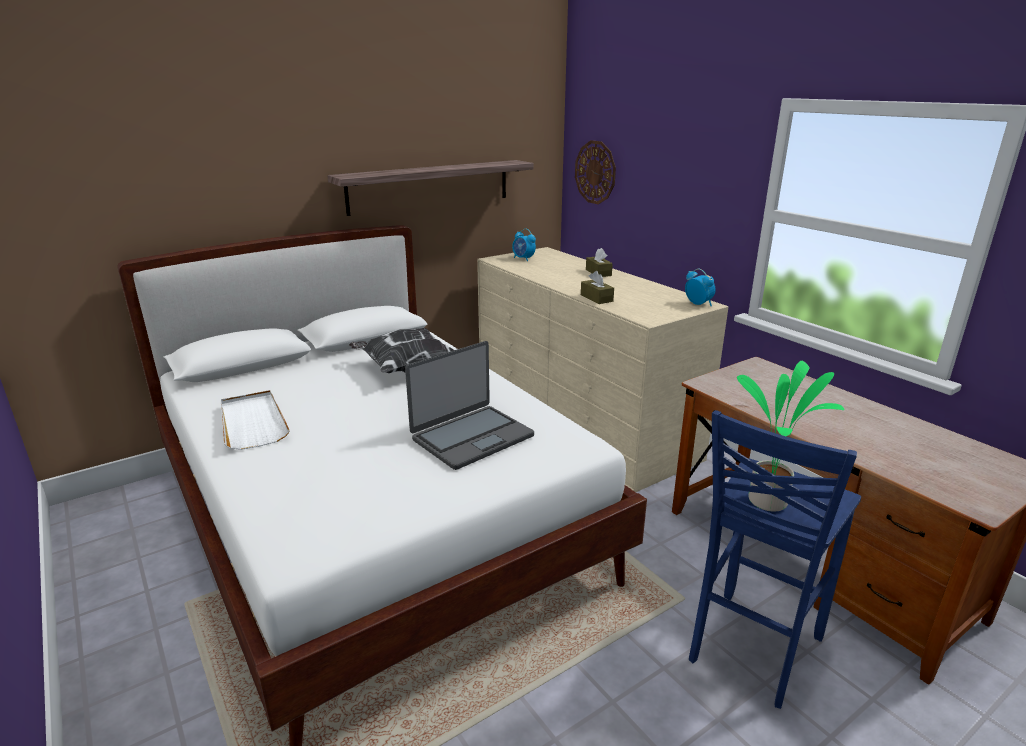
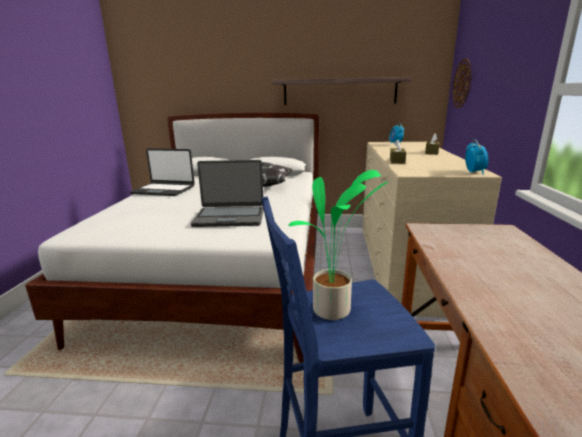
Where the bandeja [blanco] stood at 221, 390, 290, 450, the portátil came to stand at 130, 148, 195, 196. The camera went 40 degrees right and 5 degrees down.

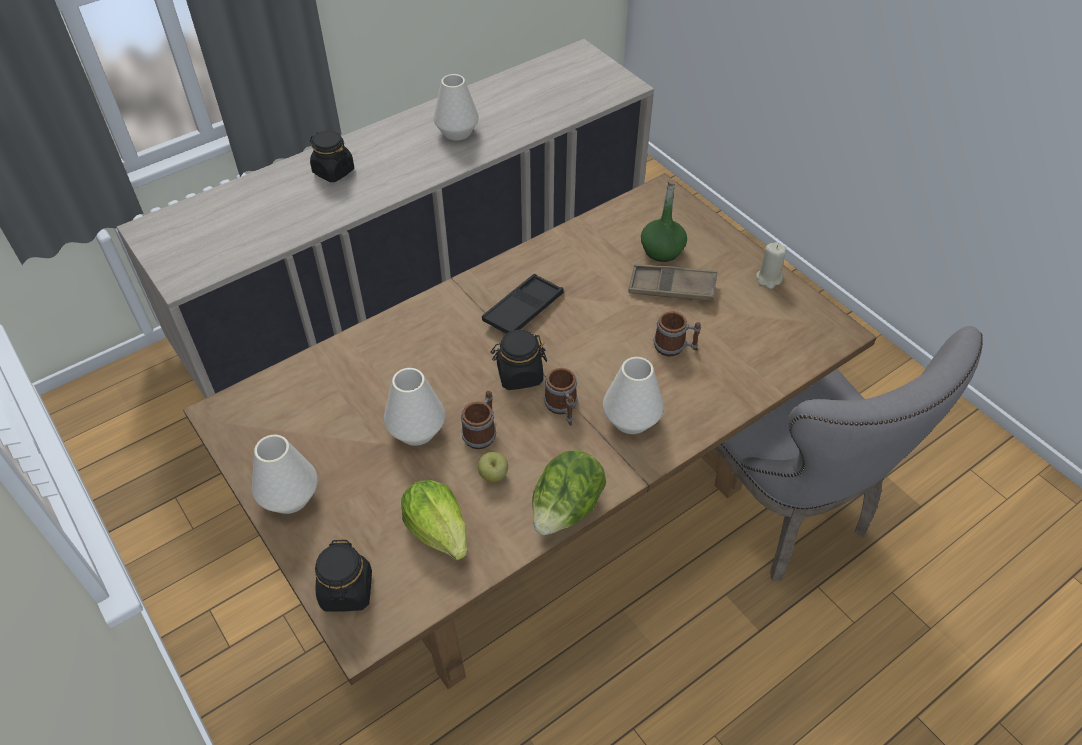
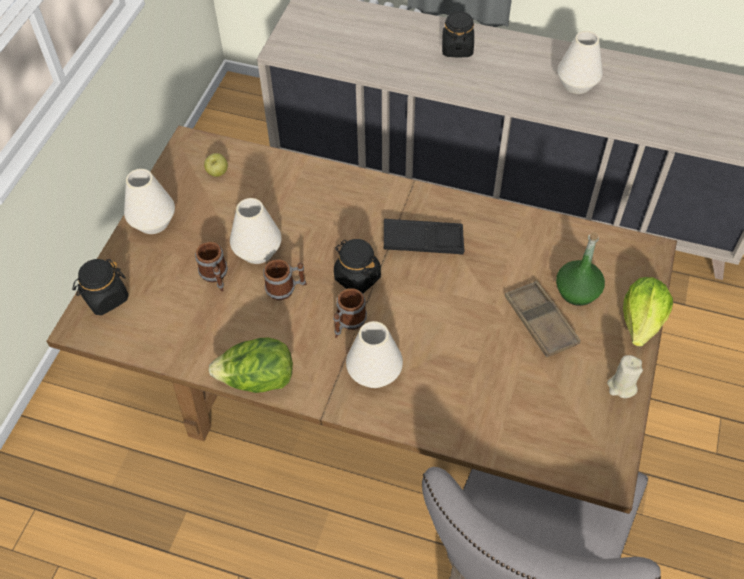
The lechuga ended up elsewhere, having gone from 401, 480, 467, 560 to 623, 277, 673, 346. The manzana ended up elsewhere, having gone from 478, 452, 508, 482 to 204, 153, 228, 177. The taza grande ended up elsewhere, having gone from 654, 312, 701, 356 to 195, 242, 228, 292. The camera went 55 degrees right and 5 degrees up.

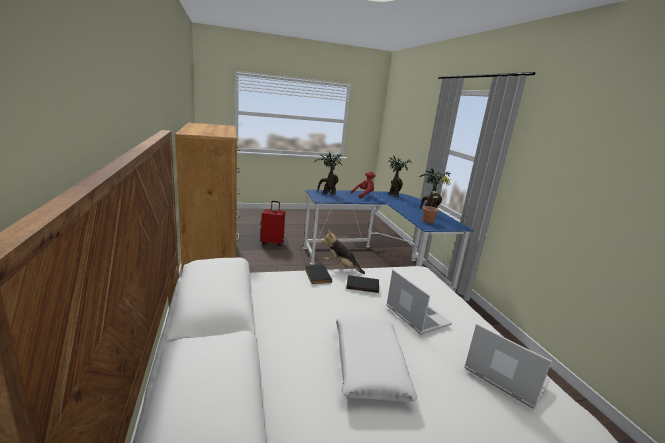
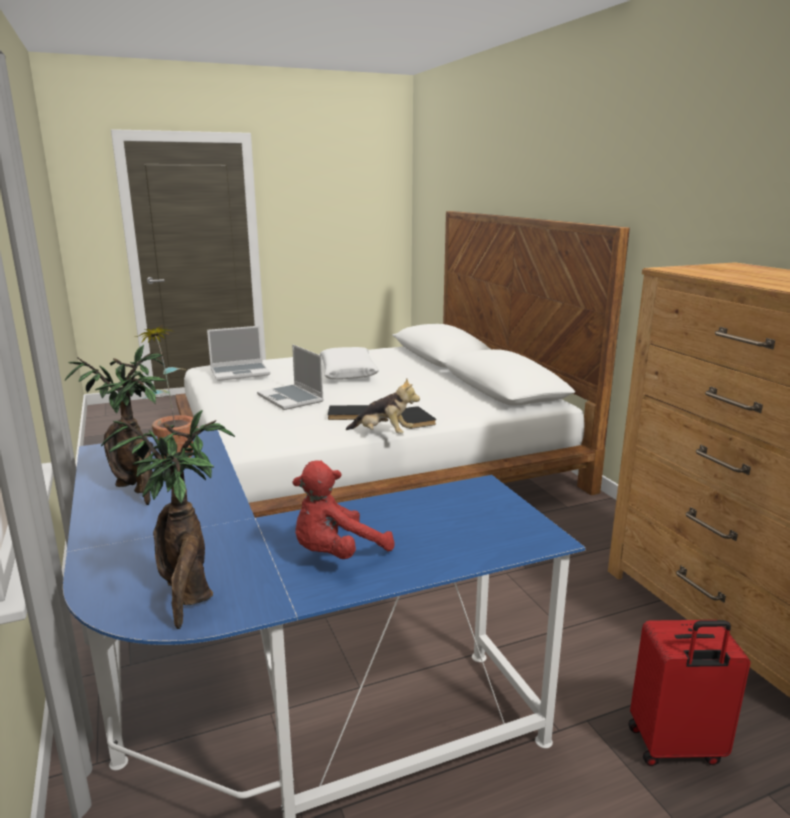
The second view lost the planta en maceta at 316, 153, 342, 194. The portátil at 464, 323, 552, 409 ended up facing another way, 60 degrees counterclockwise from before. The camera went 175 degrees right and 0 degrees up.

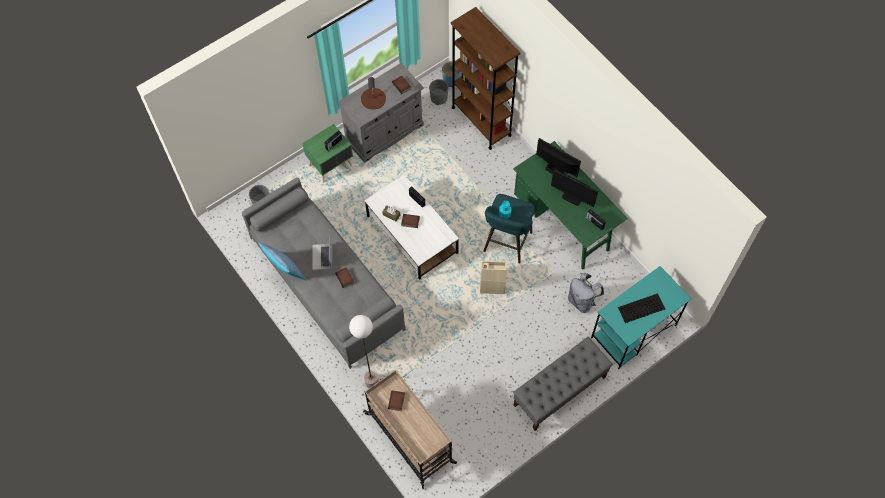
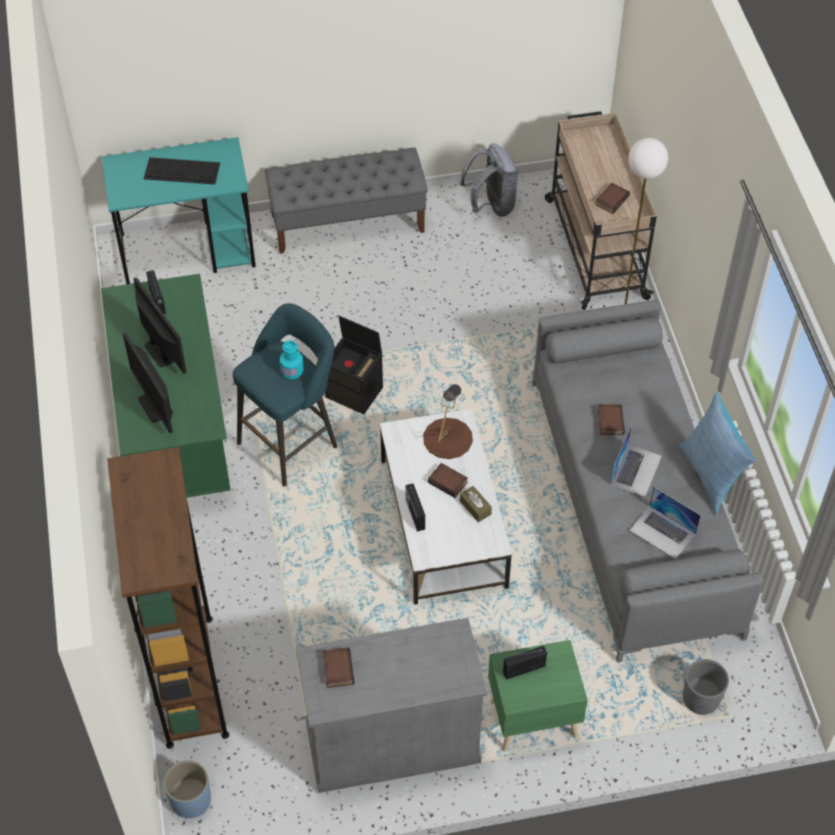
The second view lost the maceta [gris] at 429, 79, 448, 105. The second view gained the portátil at 629, 487, 701, 559. The lámpara de mesa [marrón] ended up elsewhere, having gone from 361, 77, 386, 110 to 423, 384, 473, 459. The mochila [gris] ended up elsewhere, having gone from 568, 273, 604, 313 to 460, 143, 518, 217. What was the caja de almacenaje [beis] at 480, 261, 507, 294 turned into the caja de almacenaje [negro] at 325, 316, 383, 415. The camera went 155 degrees left and 10 degrees down.

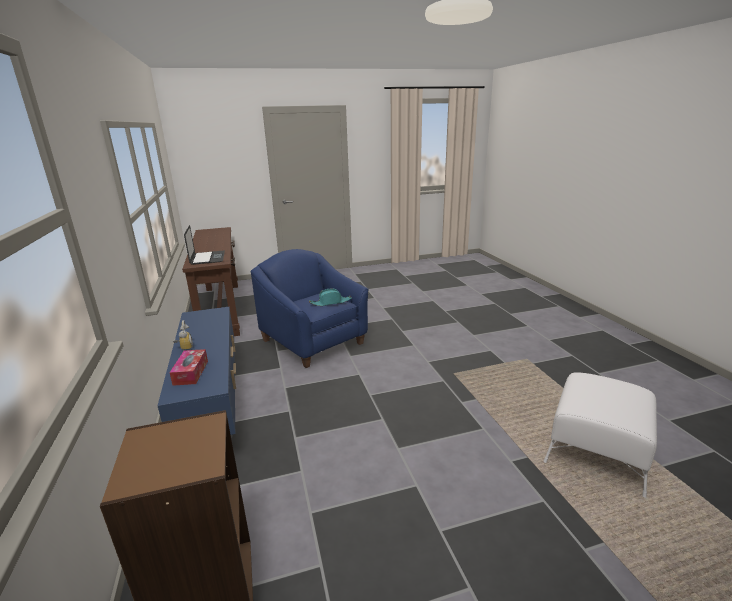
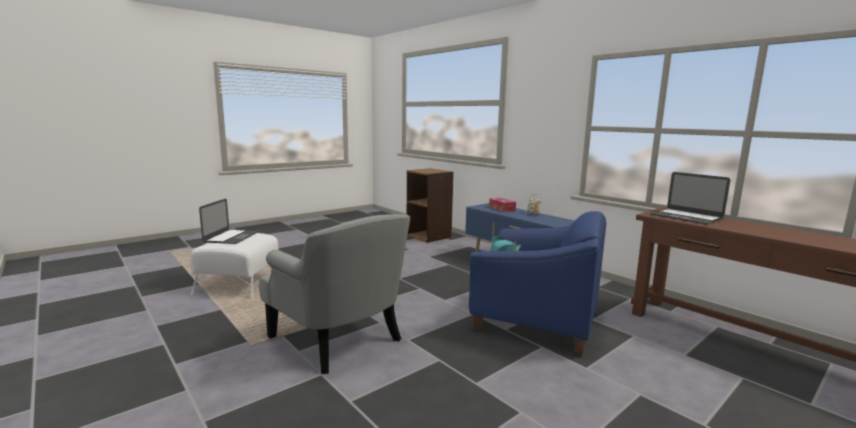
The second view gained the portátil at 199, 199, 259, 244. The second view gained the sillón [gris] at 259, 214, 410, 374. The camera went 155 degrees right and 10 degrees down.

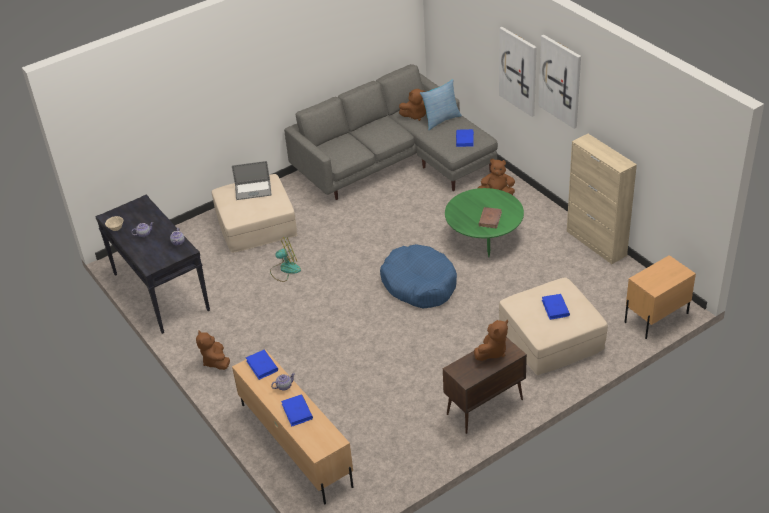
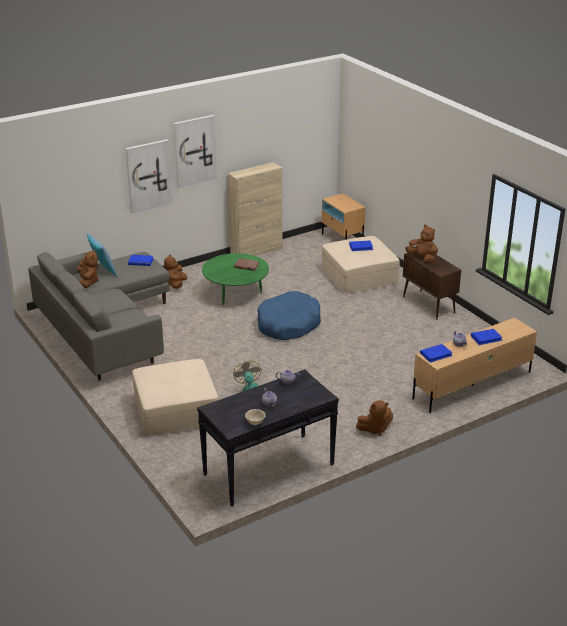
The second view lost the portátil at 232, 161, 272, 200. The camera went 90 degrees left and 10 degrees down.

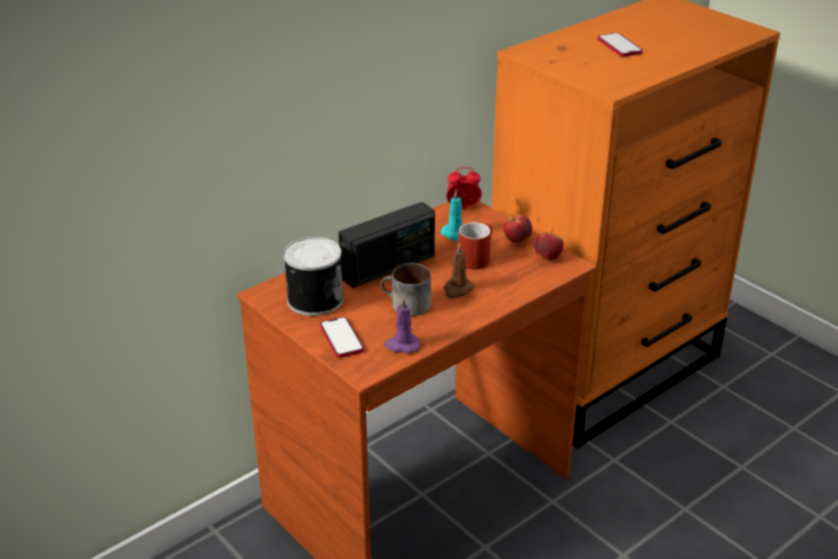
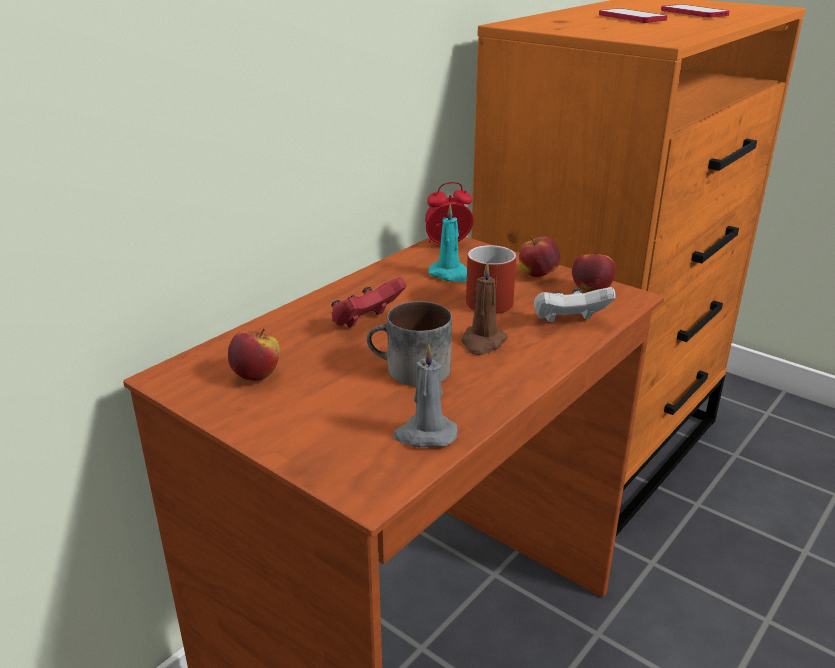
The second view gained the mando de consola [blanco] at 534, 287, 615, 322. The móvil ended up elsewhere, having gone from 320, 317, 364, 358 to 661, 4, 730, 17. Where the lata stood at 283, 237, 343, 316, the manzana came to stand at 228, 328, 280, 381. Where the radio stood at 338, 202, 435, 288, the mando de consola [rojo] came to stand at 331, 277, 406, 328. What was the vela [morado] at 384, 297, 421, 353 turned into the vela [gris] at 393, 343, 458, 448. The camera went 10 degrees left and 5 degrees down.

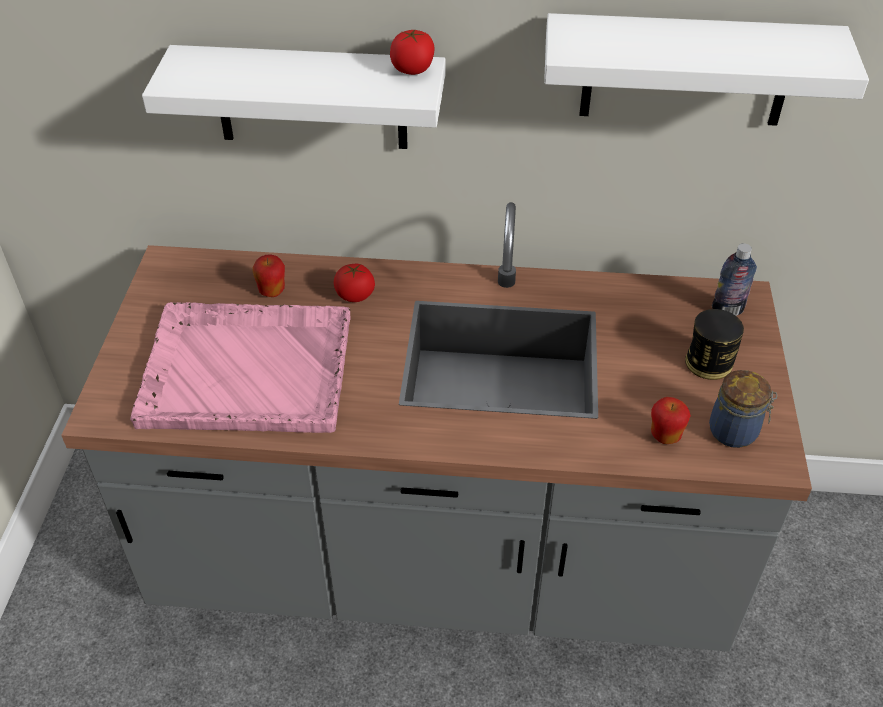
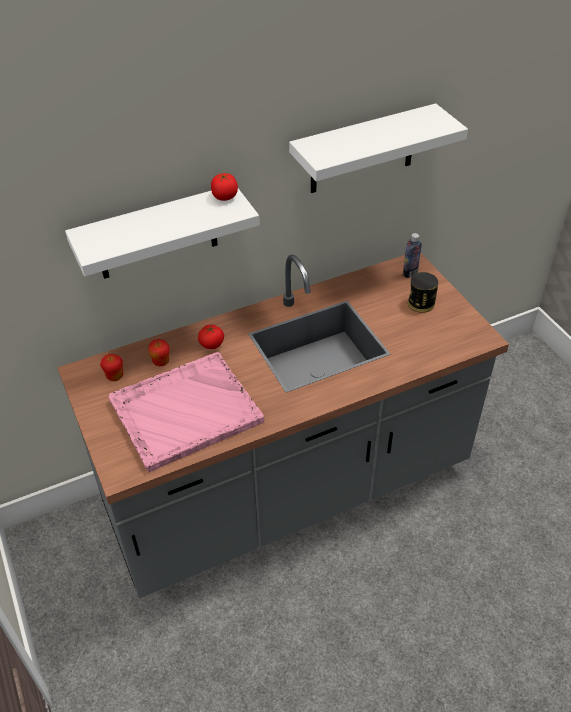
The second view lost the tarro at 709, 370, 777, 448. The manzana ended up elsewhere, having gone from 651, 397, 691, 444 to 100, 354, 123, 381. The camera went 30 degrees left and 0 degrees up.

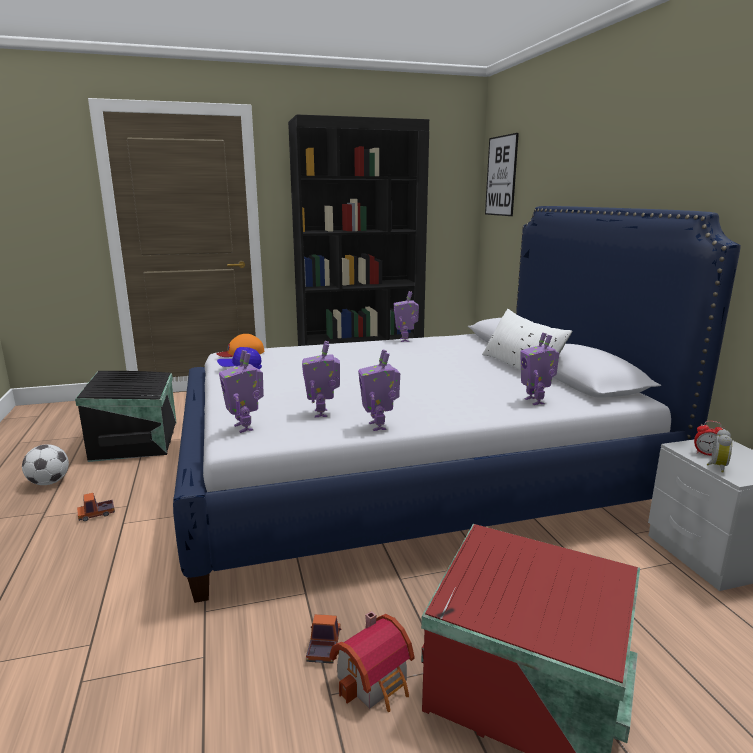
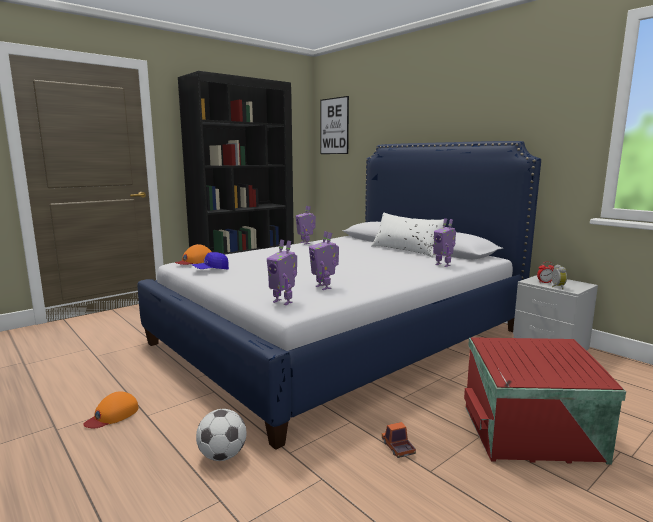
The second view lost the caja de almacenaje [negro] at 75, 371, 176, 462. The second view lost the casita at 330, 611, 414, 712. The second view lost the robot de juguete at 358, 350, 400, 431. The balón de fútbol ended up elsewhere, having gone from 22, 444, 69, 485 to 196, 409, 246, 461. Where the camión de juguete stood at 77, 493, 115, 521, the gorra [naranja] came to stand at 83, 391, 139, 429. The camera went 25 degrees left and 5 degrees down.

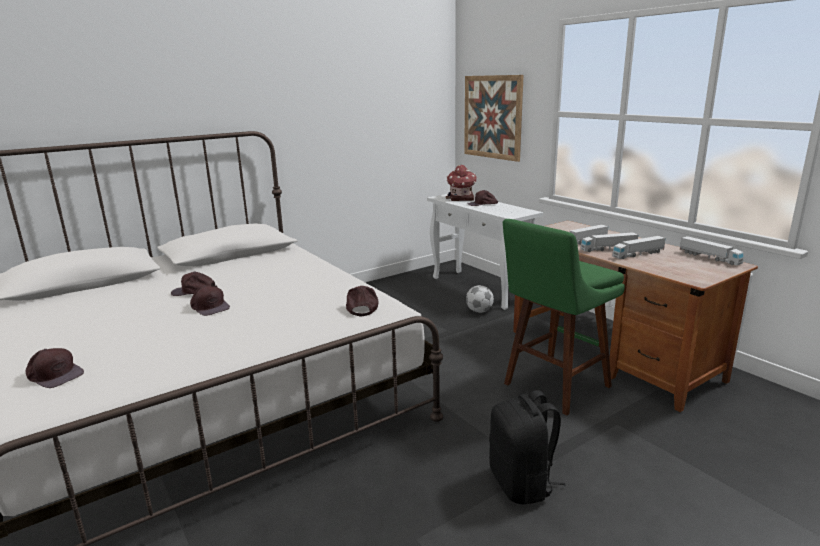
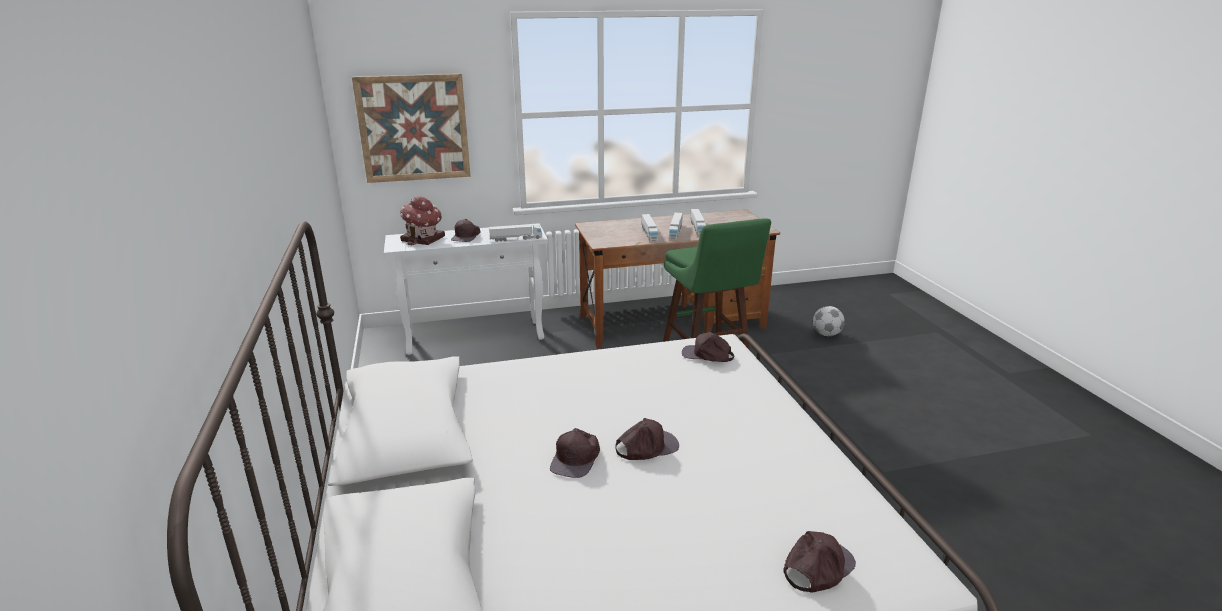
The second view lost the mochila [negro] at 489, 390, 565, 504. The balón de fútbol ended up elsewhere, having gone from 466, 285, 494, 313 to 813, 306, 845, 336. The camión de juguete ended up elsewhere, having gone from 679, 236, 744, 266 to 489, 224, 542, 242. The camera went 70 degrees left and 5 degrees up.

